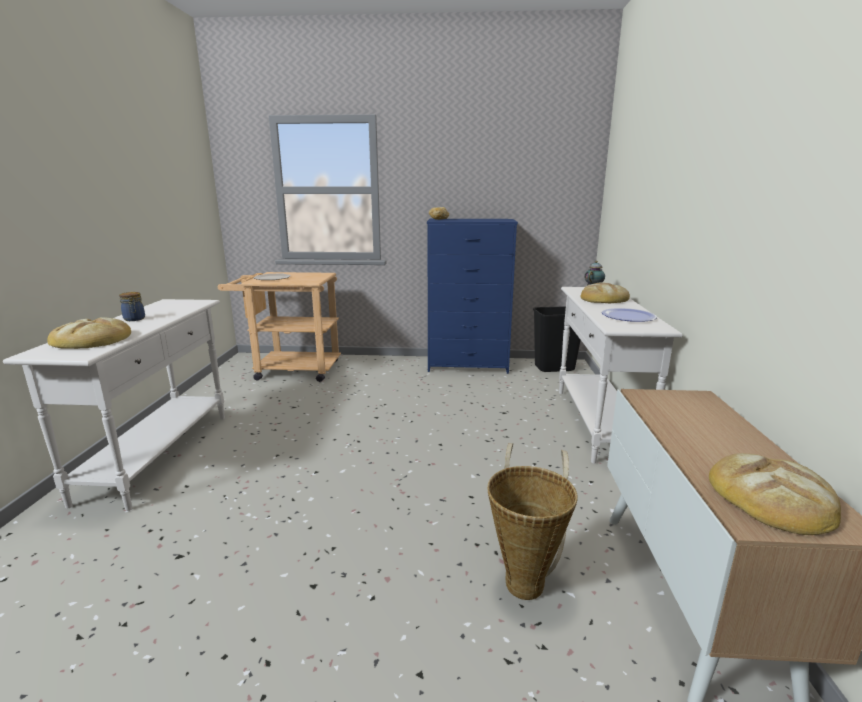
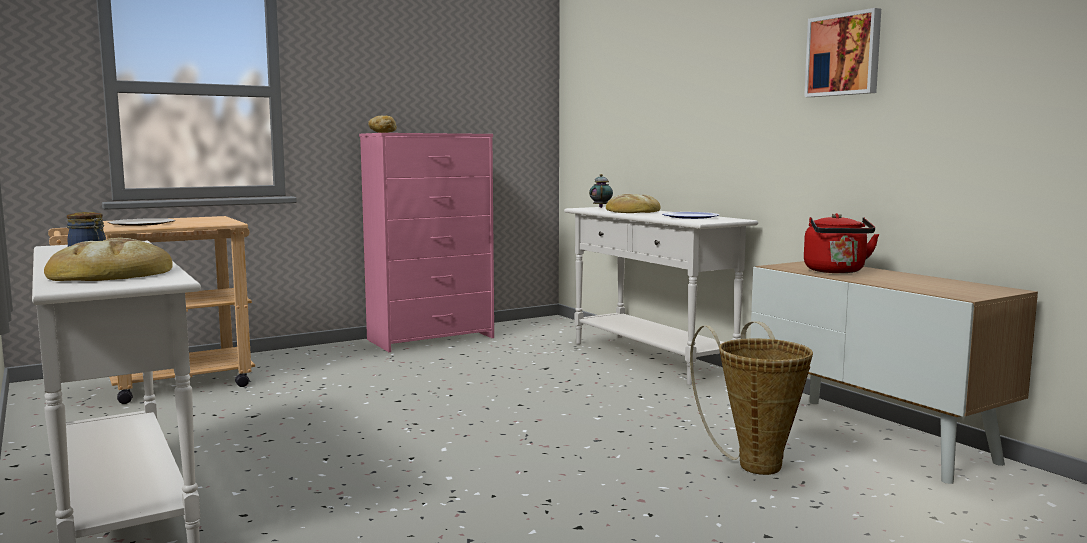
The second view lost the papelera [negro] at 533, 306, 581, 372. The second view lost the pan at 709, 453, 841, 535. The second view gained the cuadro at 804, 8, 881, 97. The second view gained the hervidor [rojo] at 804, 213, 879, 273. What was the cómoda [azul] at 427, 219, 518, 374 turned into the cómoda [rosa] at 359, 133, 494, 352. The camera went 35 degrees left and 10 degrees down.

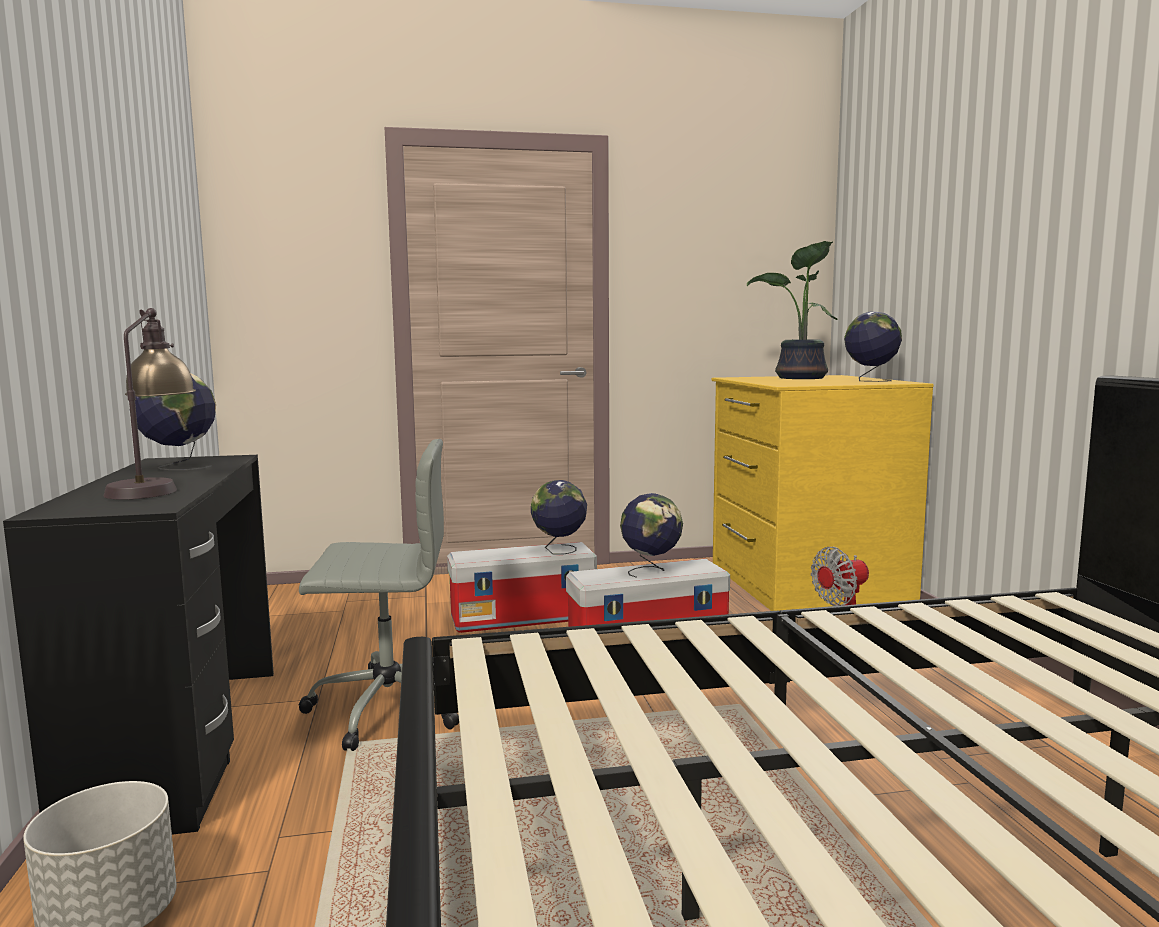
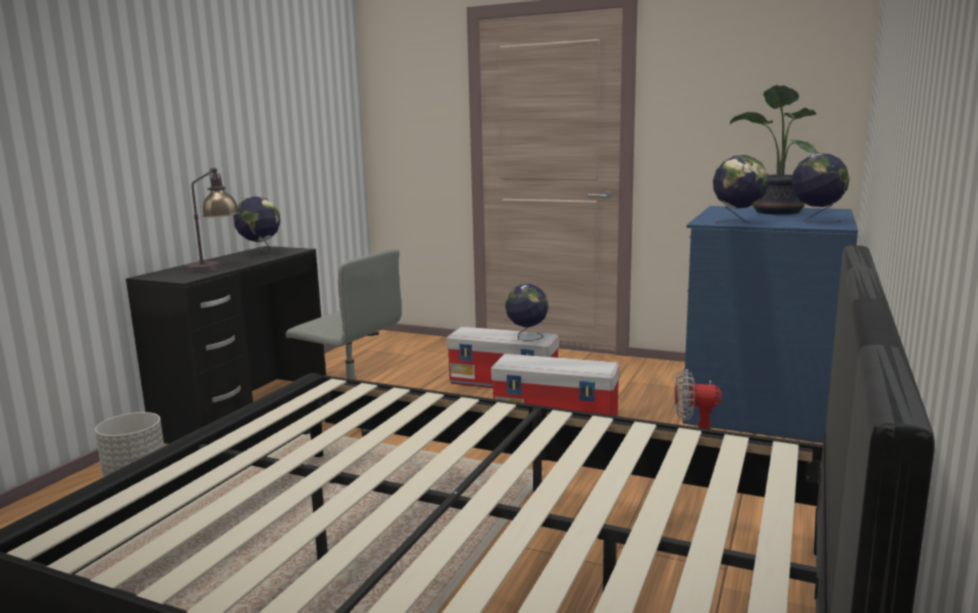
The globo terráqueo ended up elsewhere, having gone from 620, 493, 683, 578 to 713, 155, 769, 224. What was the cómoda [amarillo] at 711, 375, 934, 611 turned into the cómoda [azul] at 682, 206, 858, 443. The camera went 35 degrees right and 5 degrees up.

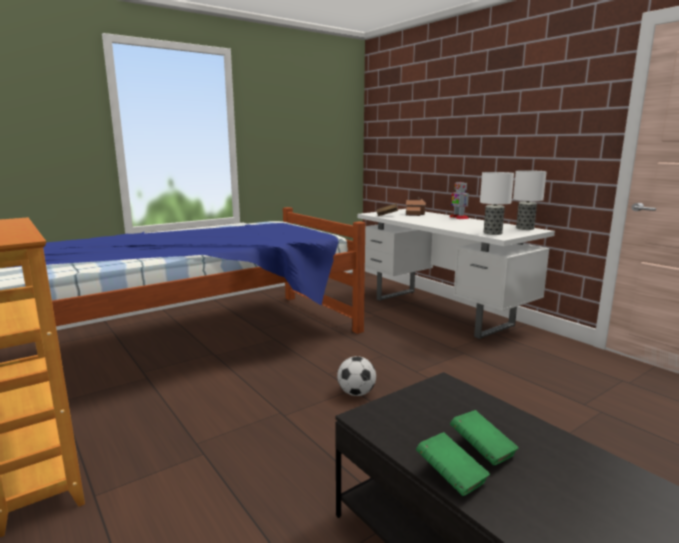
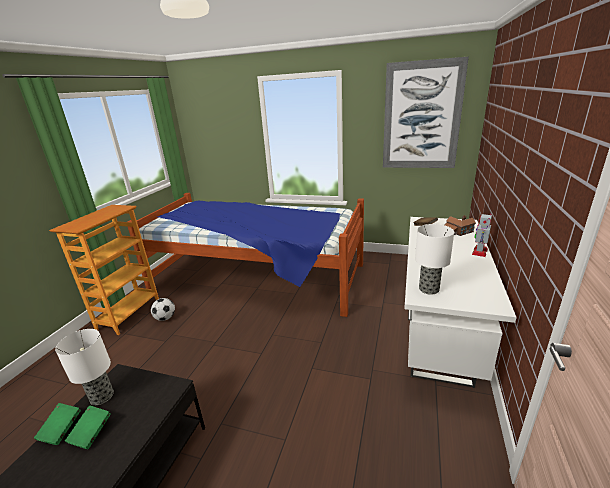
The second view gained the cuadro at 383, 57, 469, 168. The balón de fútbol ended up elsewhere, having gone from 337, 356, 376, 396 to 151, 298, 175, 321. The lámpara de mesa ended up elsewhere, having gone from 513, 170, 547, 230 to 55, 329, 114, 405. The camera went 55 degrees right and 10 degrees up.

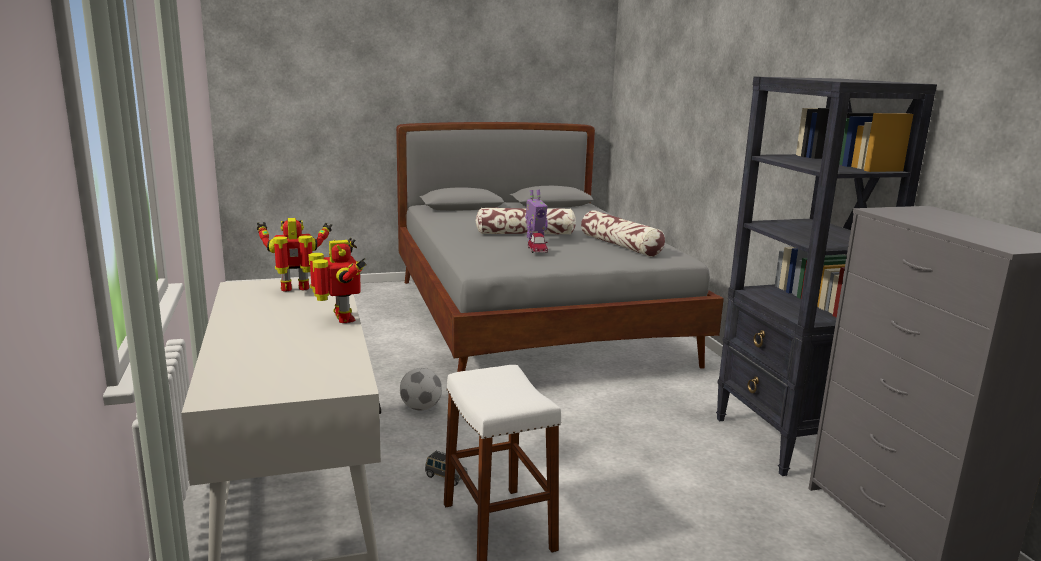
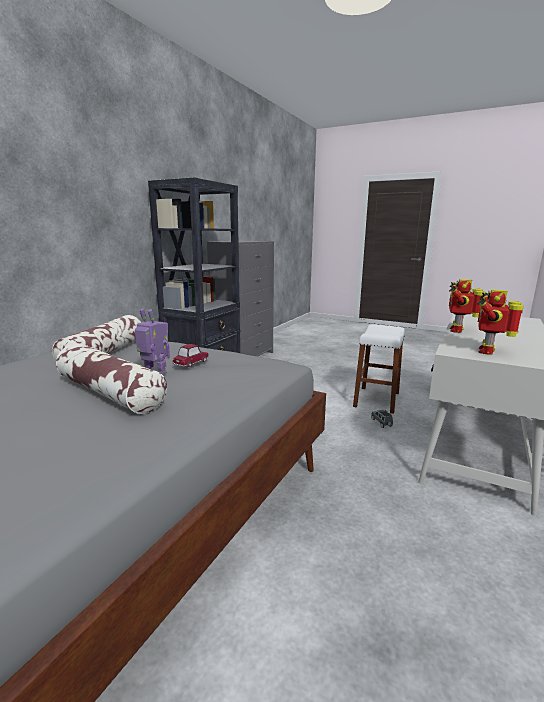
The second view lost the balón de fútbol at 400, 368, 442, 410. The robot de juguete at 257, 218, 332, 292 ended up facing another way, 90 degrees clockwise from before. The camera went 135 degrees left and 0 degrees up.

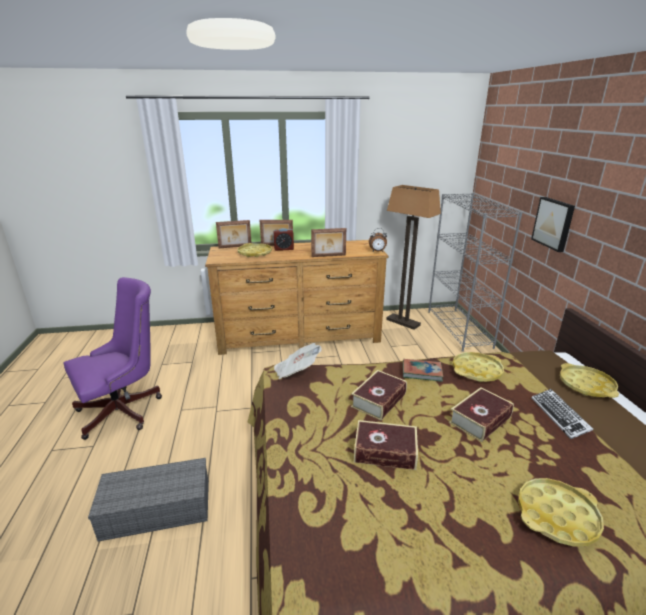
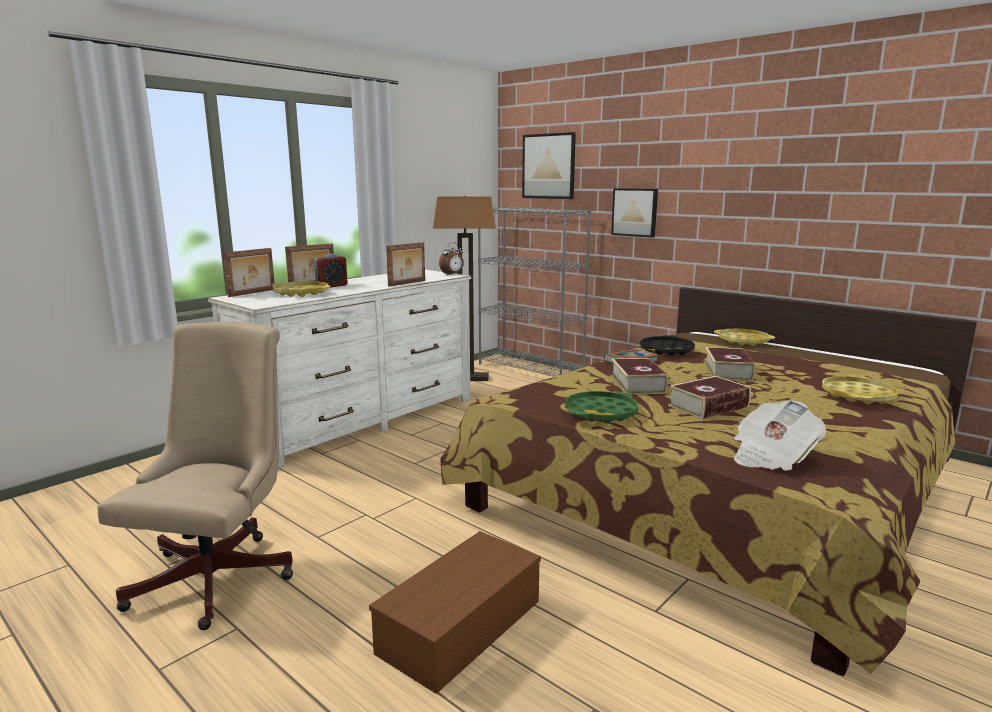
The second view lost the teclado at 531, 389, 593, 439. The second view gained the cuadro at 522, 132, 576, 199. The second view gained the bandeja [verde] at 565, 391, 638, 423. The periódico ended up elsewhere, having gone from 274, 343, 322, 379 to 734, 400, 826, 471. What was the silla de oficina [morado] at 63, 277, 162, 440 turned into the silla de oficina [beis] at 97, 322, 293, 630. What was the caja de almacenaje [gris] at 88, 458, 209, 542 turned into the caja de almacenaje [marrón] at 369, 531, 541, 694. What was the cómoda [marrón] at 205, 240, 389, 355 turned into the cómoda [blanco] at 208, 270, 471, 468. What was the bandeja [amarillo] at 453, 352, 504, 382 turned into the bandeja [negro] at 640, 335, 695, 356. The camera went 40 degrees left and 10 degrees down.

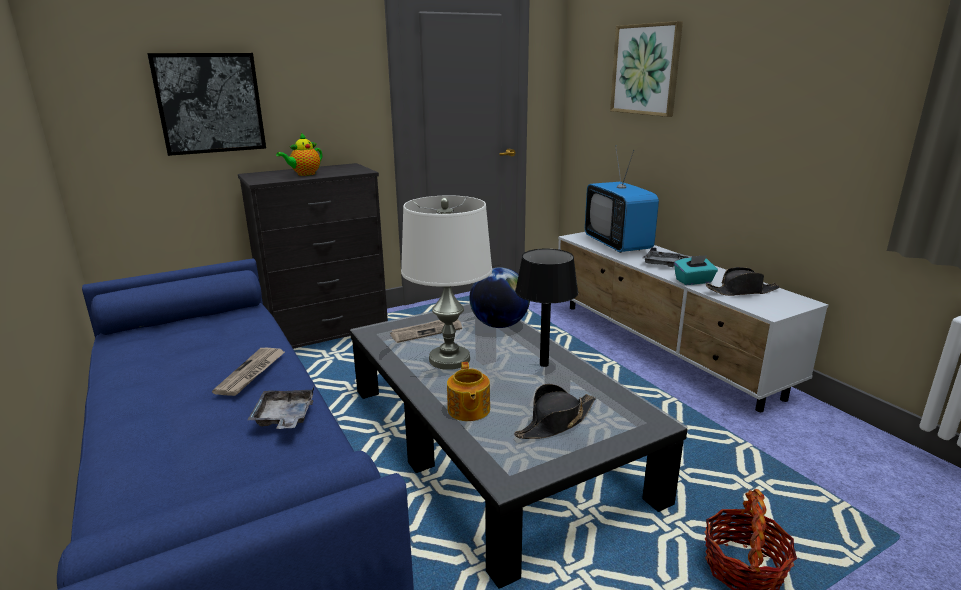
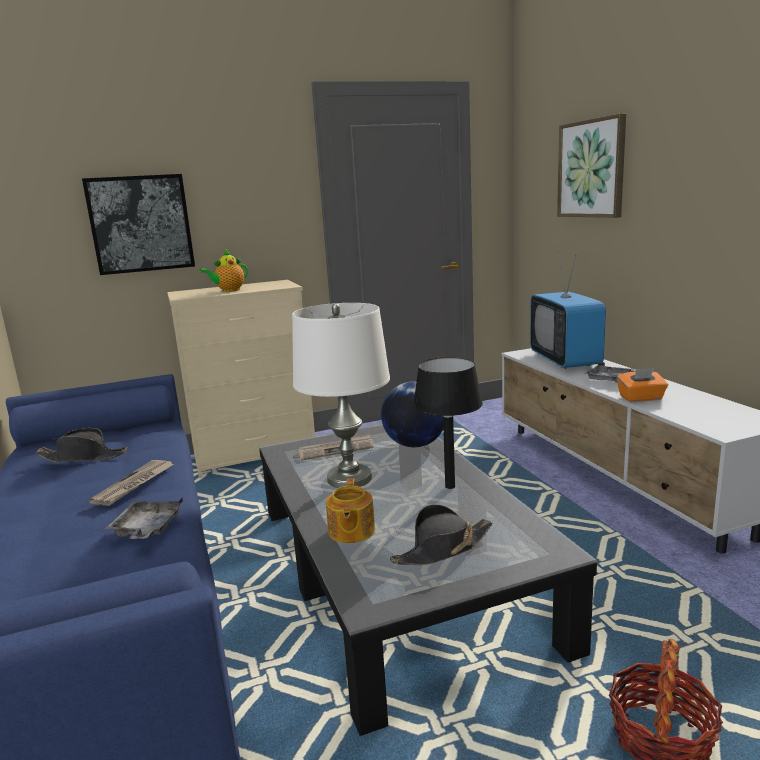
The sombrero [negro] ended up elsewhere, having gone from 706, 267, 780, 296 to 36, 428, 128, 462. What was the cómoda [negro] at 238, 163, 388, 349 turned into the cómoda [beis] at 167, 280, 315, 478. What was the caja de pañuelos [turquesa] at 674, 255, 718, 285 turned into the caja de pañuelos [naranja] at 617, 368, 668, 402. The camera went 10 degrees right and 5 degrees down.

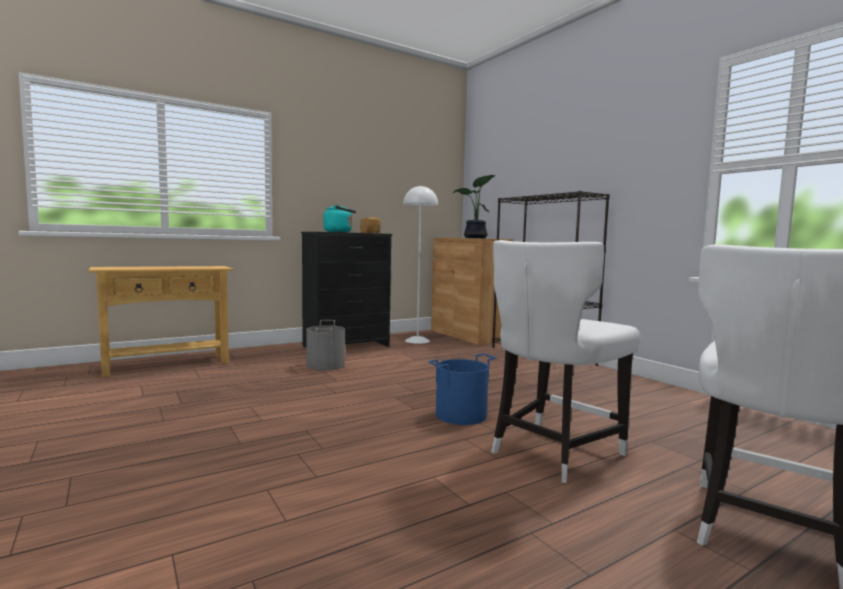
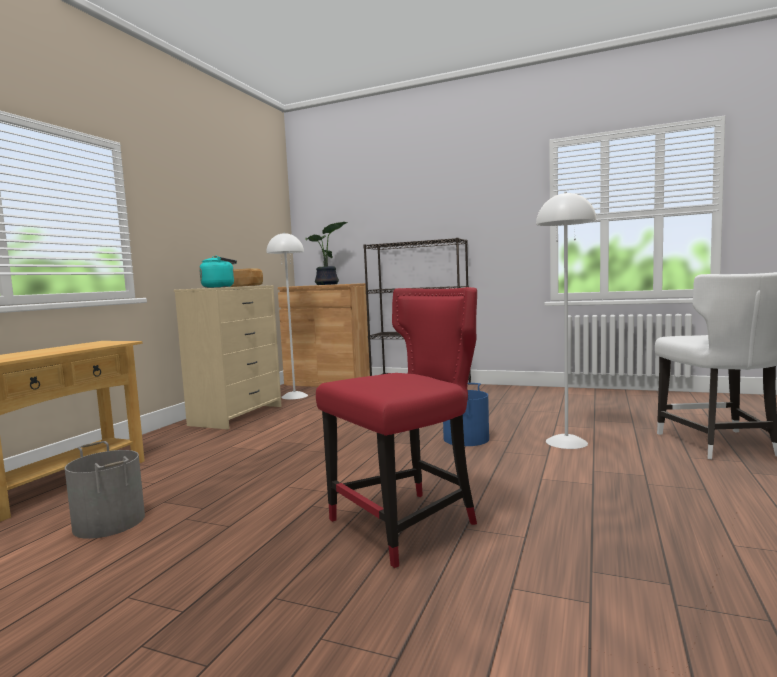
The second view gained the silla [rojo] at 316, 287, 477, 568. The cubo [gris] ended up elsewhere, having gone from 307, 320, 345, 371 to 65, 441, 145, 539. Where the silla [blanco] stood at 491, 240, 640, 483, the lámpara de pie [blanco] came to stand at 536, 192, 596, 449. What was the cómoda [negro] at 301, 232, 392, 348 turned into the cómoda [beis] at 174, 285, 282, 430. The camera went 35 degrees left and 0 degrees up.

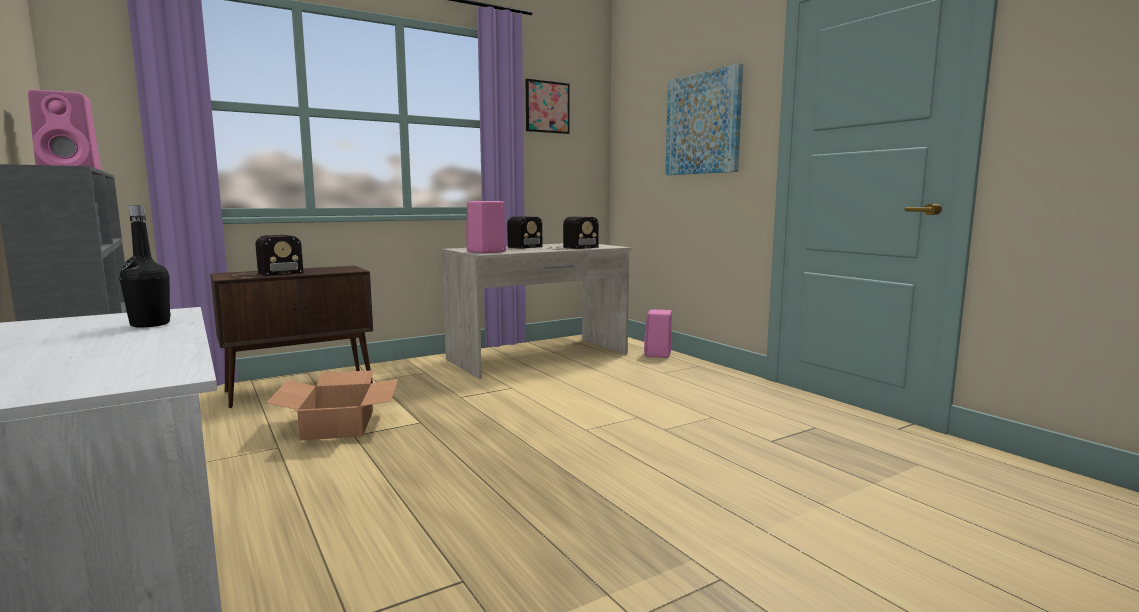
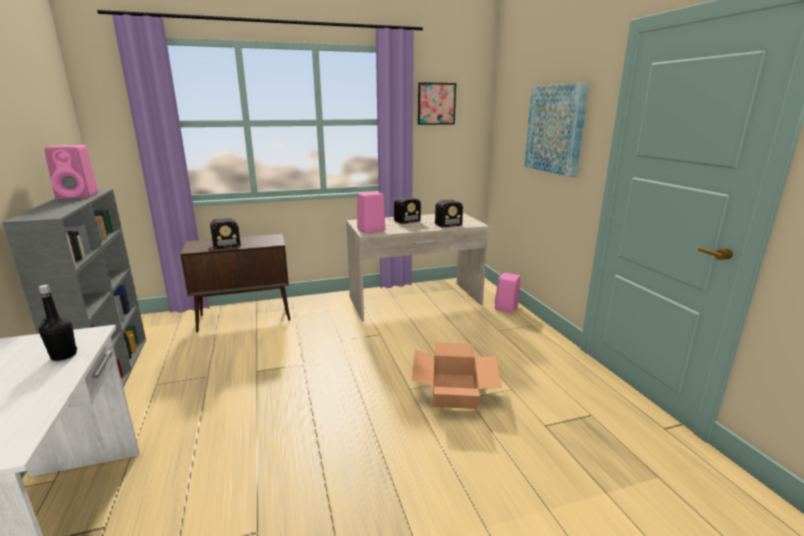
The caja de cartón ended up elsewhere, having gone from 266, 370, 398, 440 to 412, 342, 502, 409. The camera went 15 degrees right and 10 degrees up.

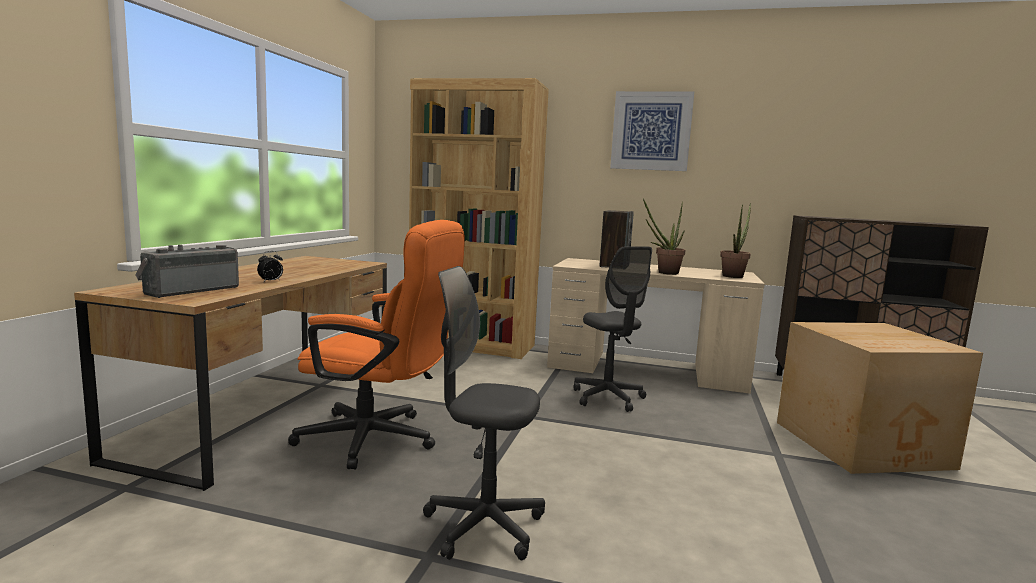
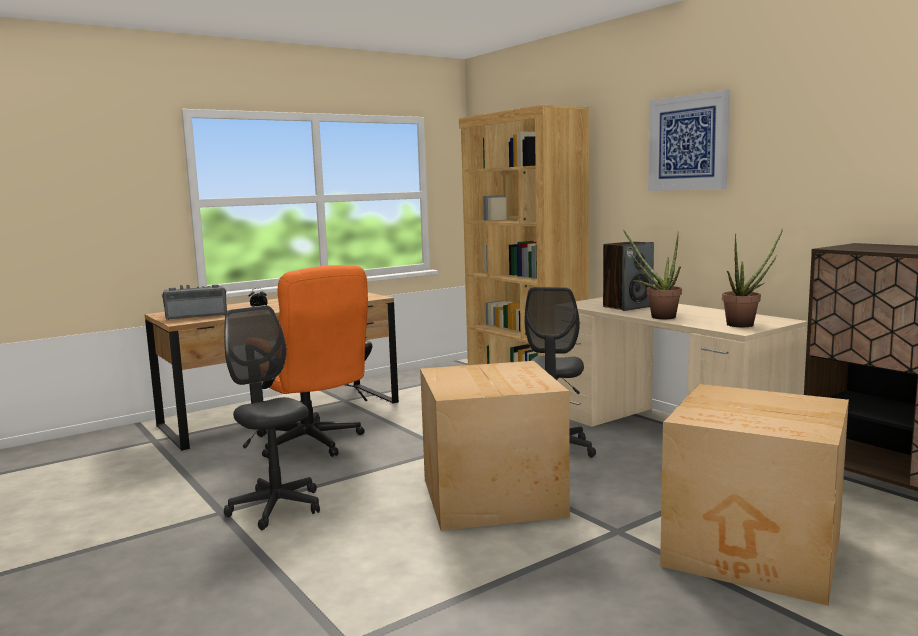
The second view gained the caja de cartón at 420, 361, 570, 531. The camera went 40 degrees right and 0 degrees up.

